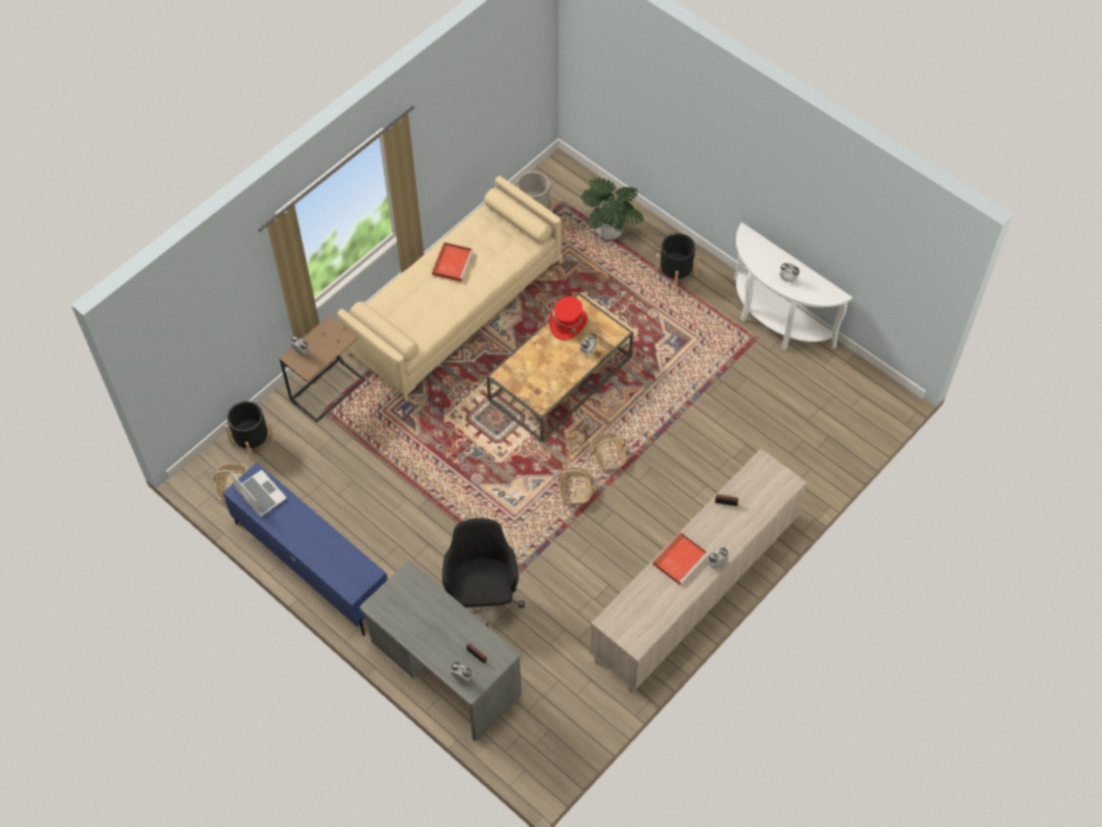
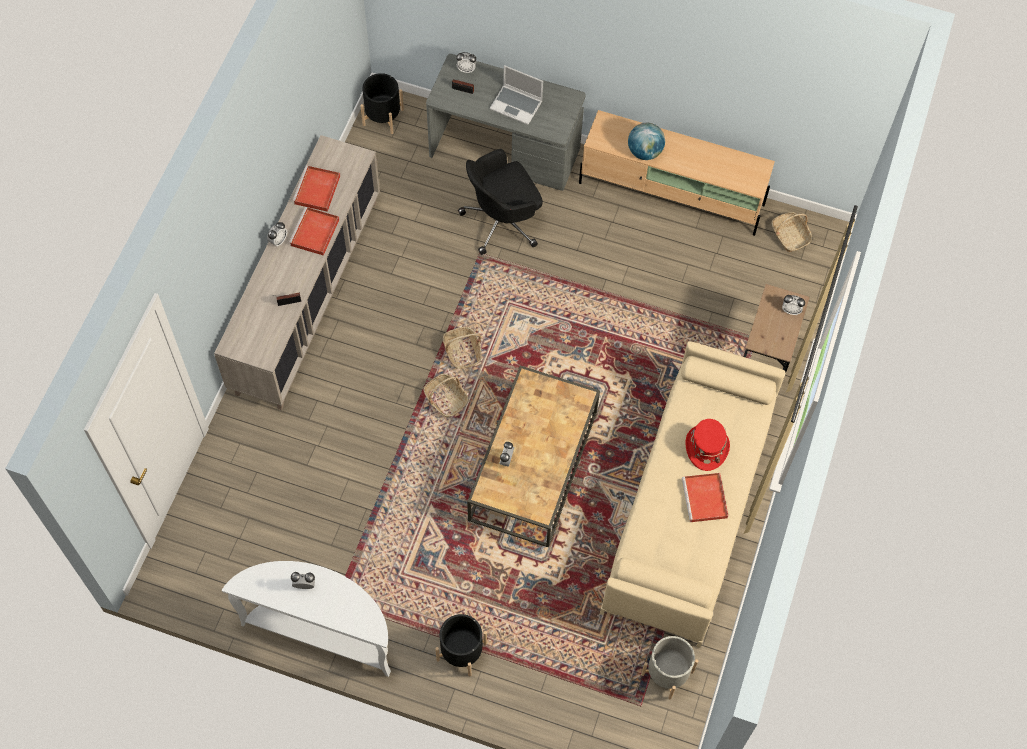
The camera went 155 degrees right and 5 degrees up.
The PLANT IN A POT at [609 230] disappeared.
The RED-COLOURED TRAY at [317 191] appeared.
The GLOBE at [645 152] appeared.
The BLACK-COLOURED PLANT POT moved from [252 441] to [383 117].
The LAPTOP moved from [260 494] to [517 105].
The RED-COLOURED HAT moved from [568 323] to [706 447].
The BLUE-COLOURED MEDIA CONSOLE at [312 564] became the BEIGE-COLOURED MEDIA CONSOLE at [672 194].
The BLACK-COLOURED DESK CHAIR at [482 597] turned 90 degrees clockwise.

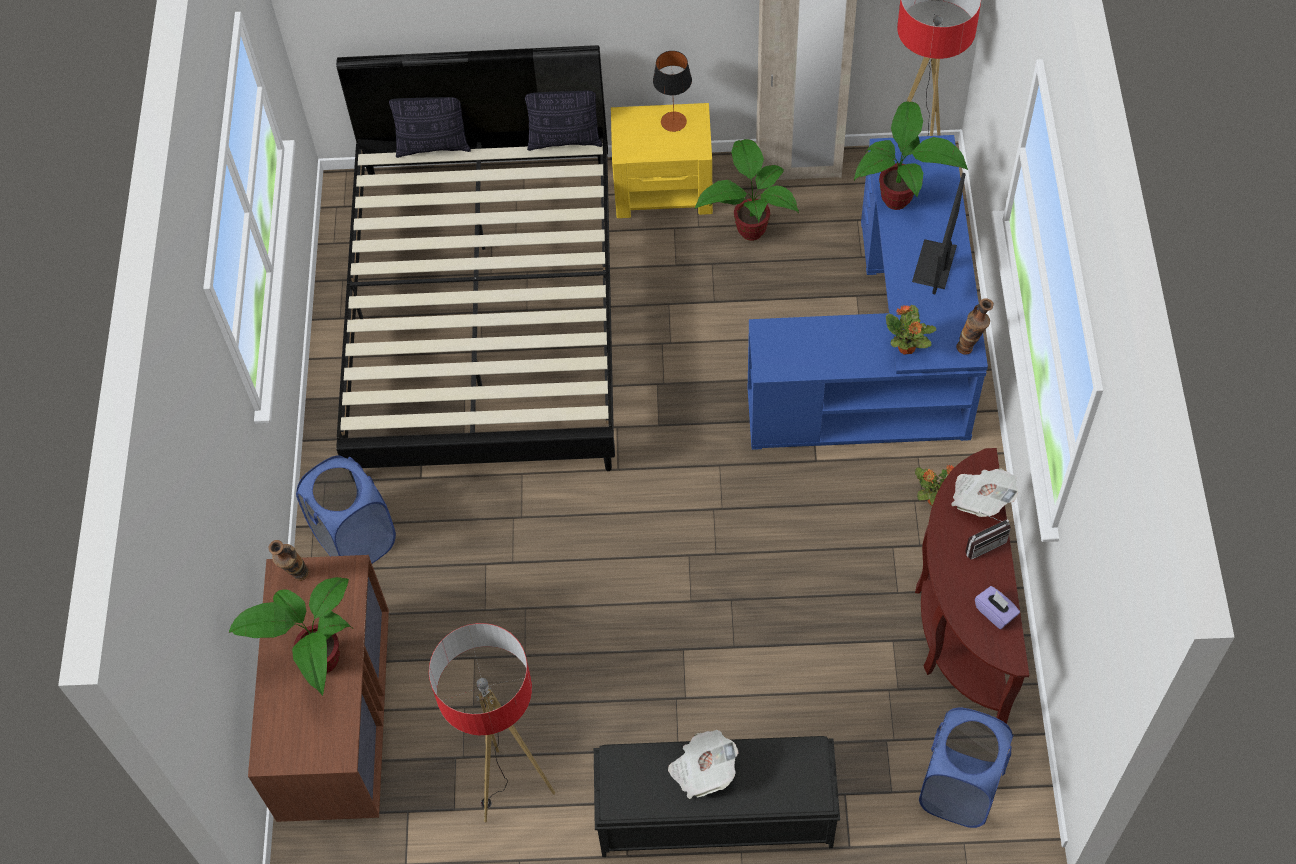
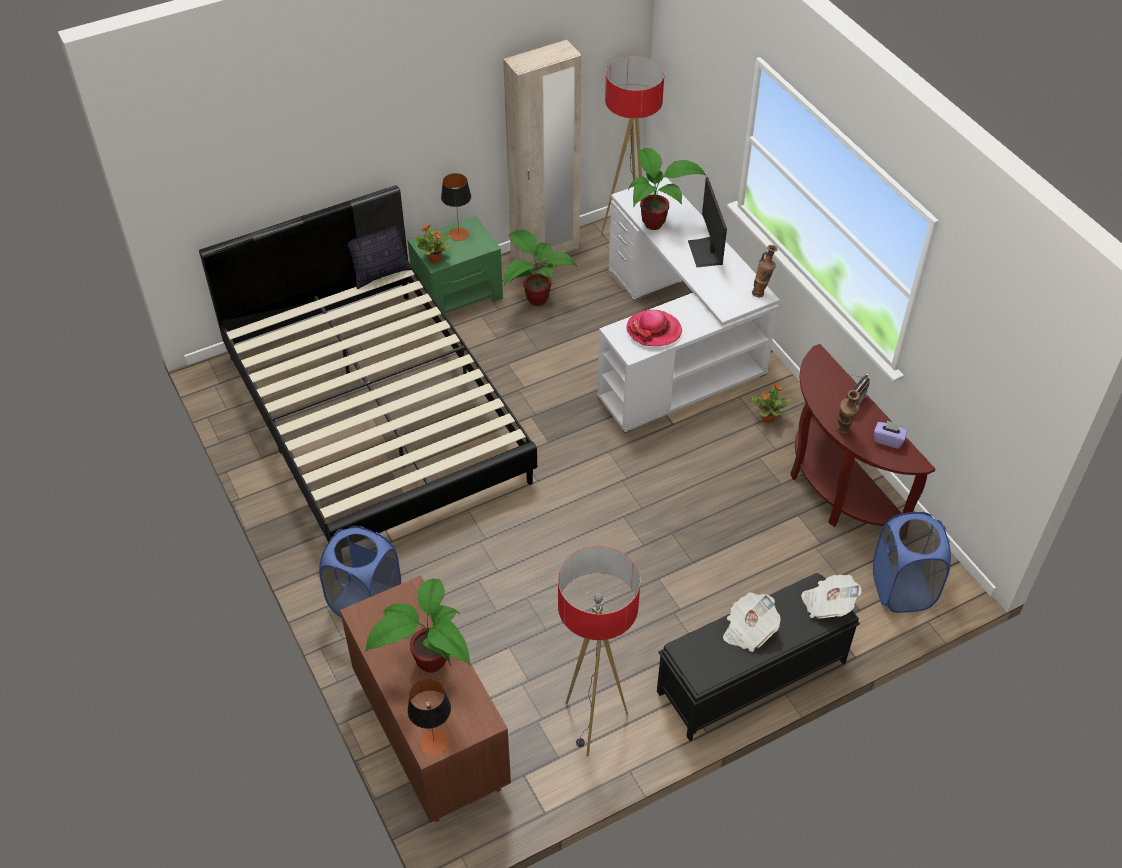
The camera went 30 degrees left and 10 degrees down.
The CUSHION at [433 146] disappeared.
The TABLETOP LAMP at [434 742] appeared.
The HAT at [654 330] appeared.
The FLOWER VASE moved from [297 578] to [842 432].
The PLANT IN A POT moved from [906 348] to [435 259].
The NEWSPAPER moved from [981 499] to [827 604].
The YELLOWISH BEDSIDE TABLE at [664 188] became the GREENISH BEDSIDE TABLE at [458 293].
The BLUE-COLOURED DESK UNIT at [885 353] became the WHITE DESK UNIT at [676 342].

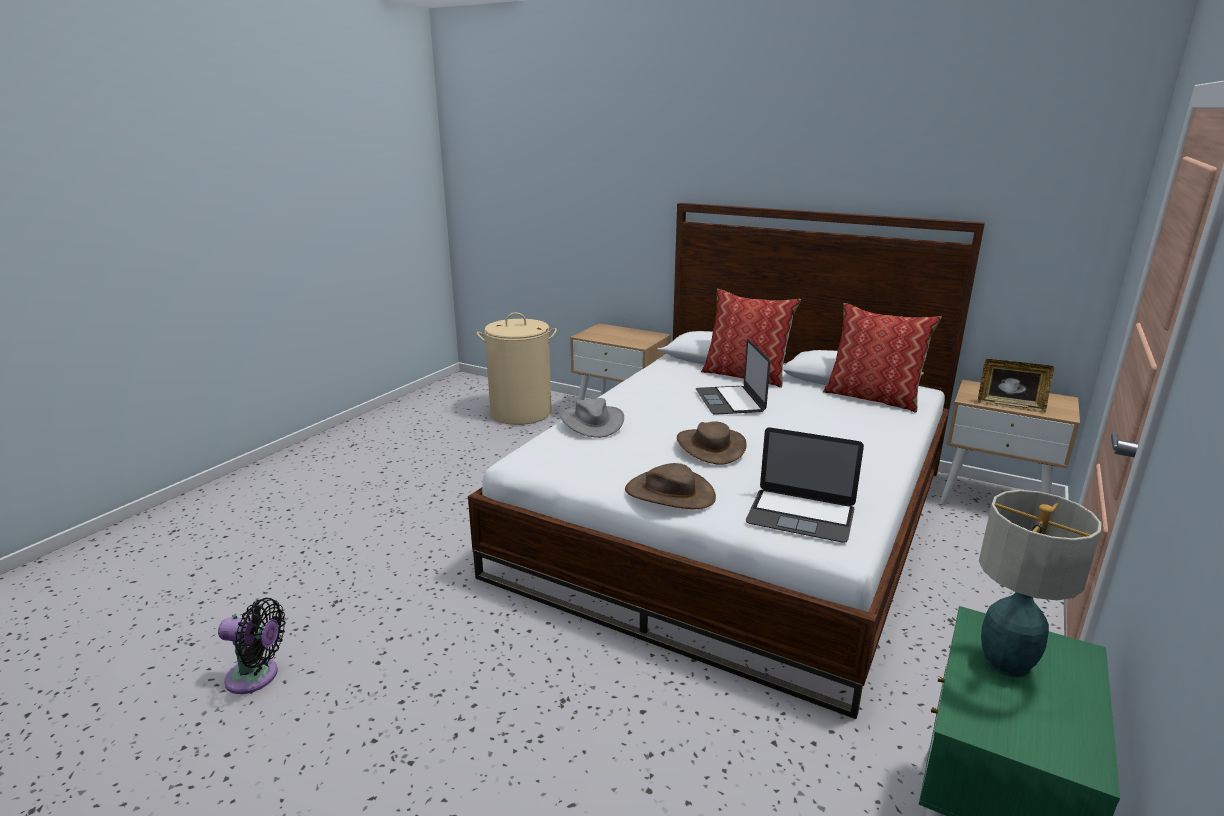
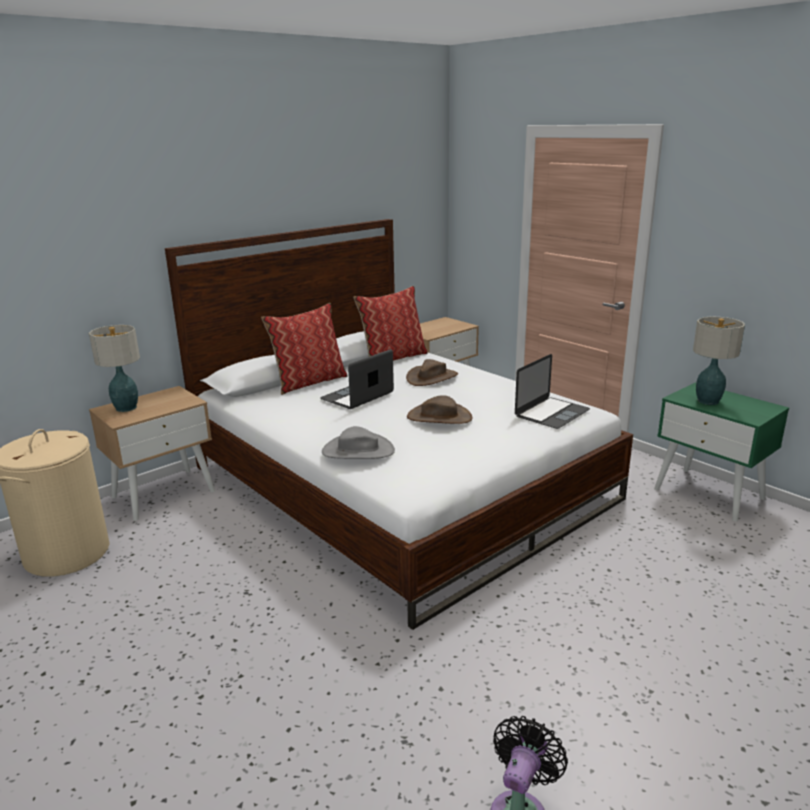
The camera went 70 degrees left and 0 degrees up.
The STANDING FRAME at [1010 406] disappeared.
The TABLETOP LAMP at [125 408] appeared.
The BROWNISH HAT moved from [670 493] to [432 377].
The LAPTOP at [730 400] turned 120 degrees clockwise.

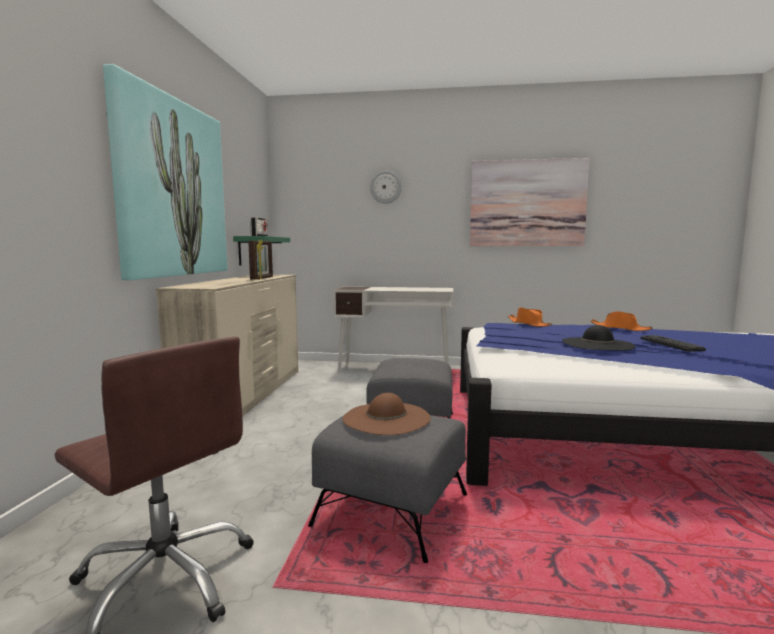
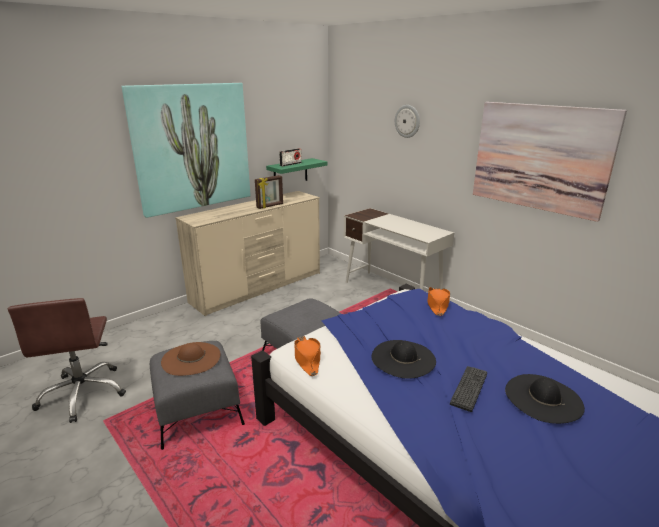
The camera went 40 degrees right and 15 degrees up.
The BLACK-COLOURED HAT at [543 398] appeared.
The ORANGE-COLOURED HAT moved from [620 328] to [307 359].

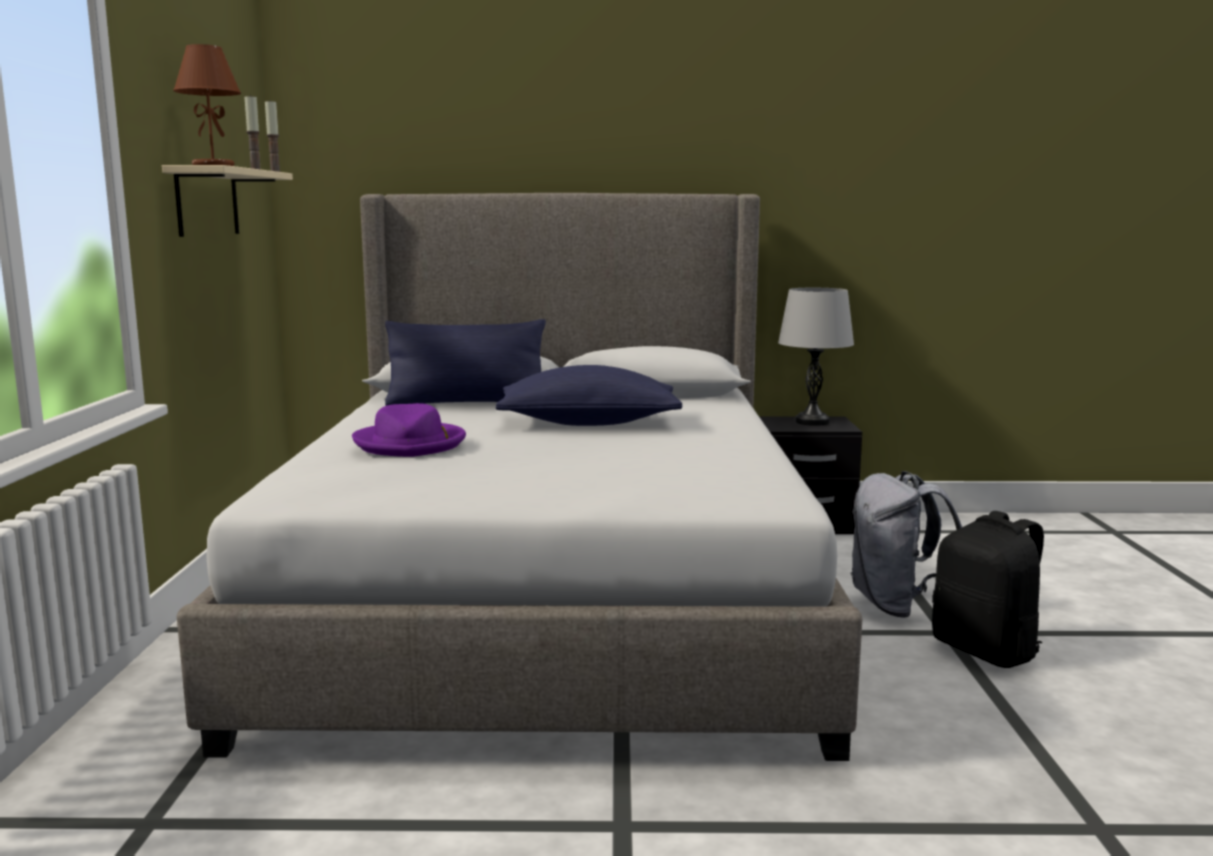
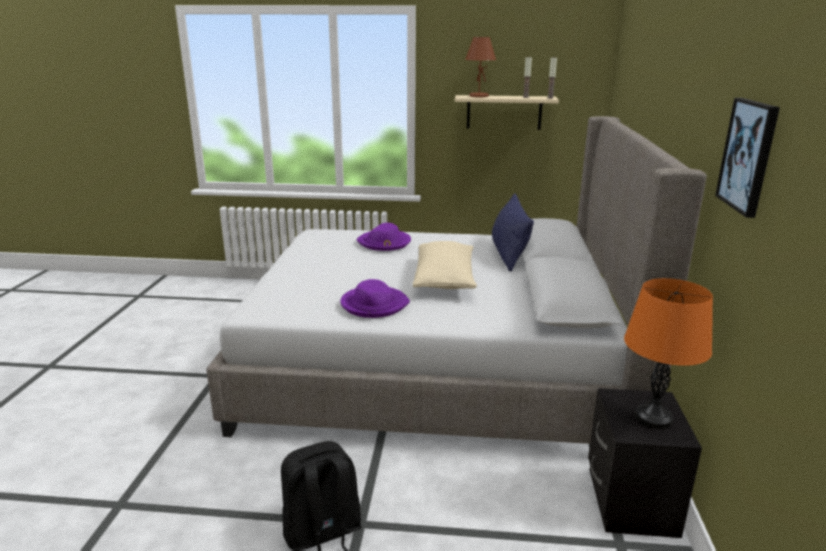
The camera went 95 degrees right and 10 degrees up.
The GREYISH KNAPSACK at [897 606] disappeared.
The PURPLE HAT at [374 304] appeared.
The PICTURE at [748 155] appeared.
The BLUE-COLOURED CUSHION at [588 423] became the BEIGE-COLOURED CUSHION at [444 280].
The GREYISH TABLETOP LAMP at [812 422] became the ORANGE-COLOURED TABLETOP LAMP at [653 418].

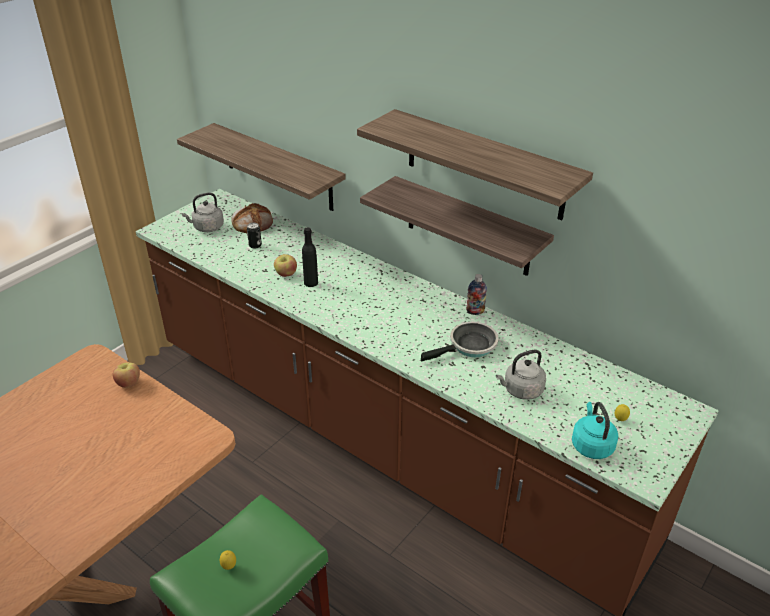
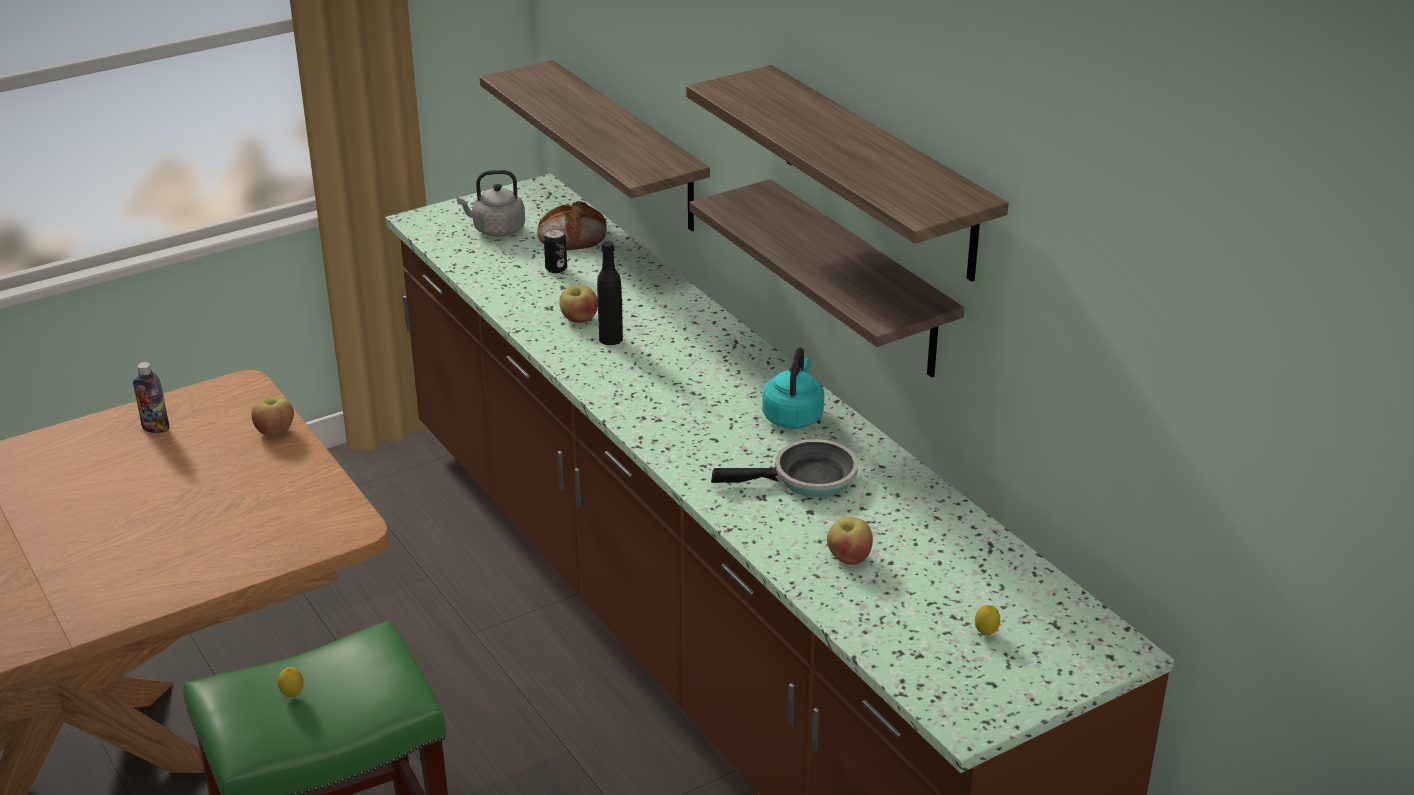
The camera went 20 degrees right and 5 degrees down.
The DRINK BOTTLE moved from [475 311] to [155 428].
The BLUE-GREEN TEA KETTLE moved from [591 445] to [793 416].
The GREYISH TEA KETTLE at [521 390] was replaced by the APPLE FRUIT at [848 558].

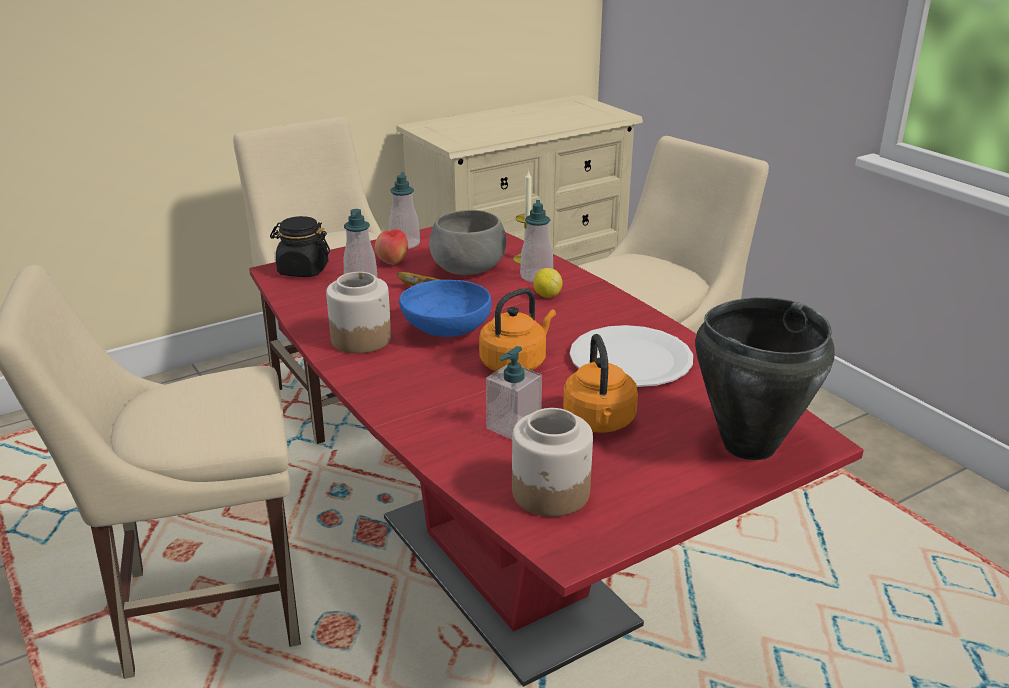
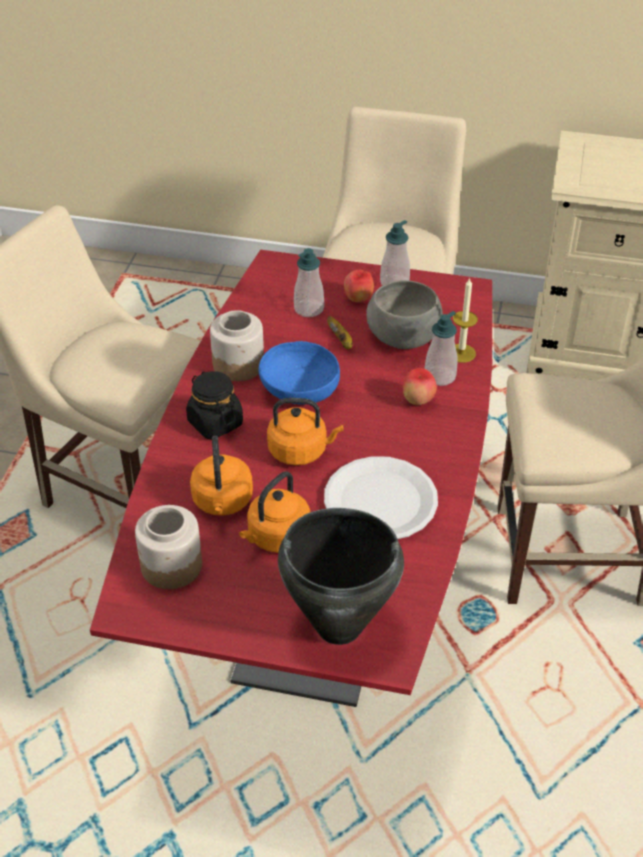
The camera went 45 degrees right and 15 degrees up.
The BLACK-COLOURED STORAGE JAR moved from [303 270] to [215 423].
The SOAP DISPENSER at [513 427] was replaced by the ORANGE-COLOURED TEA KETTLE at [222 502].
The CITRUS FRUIT at [547 295] was replaced by the APPLE FRUIT at [418 401].

